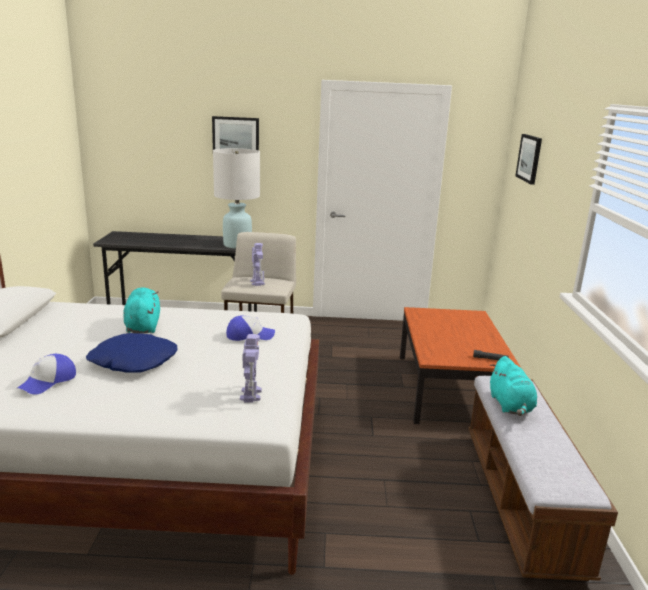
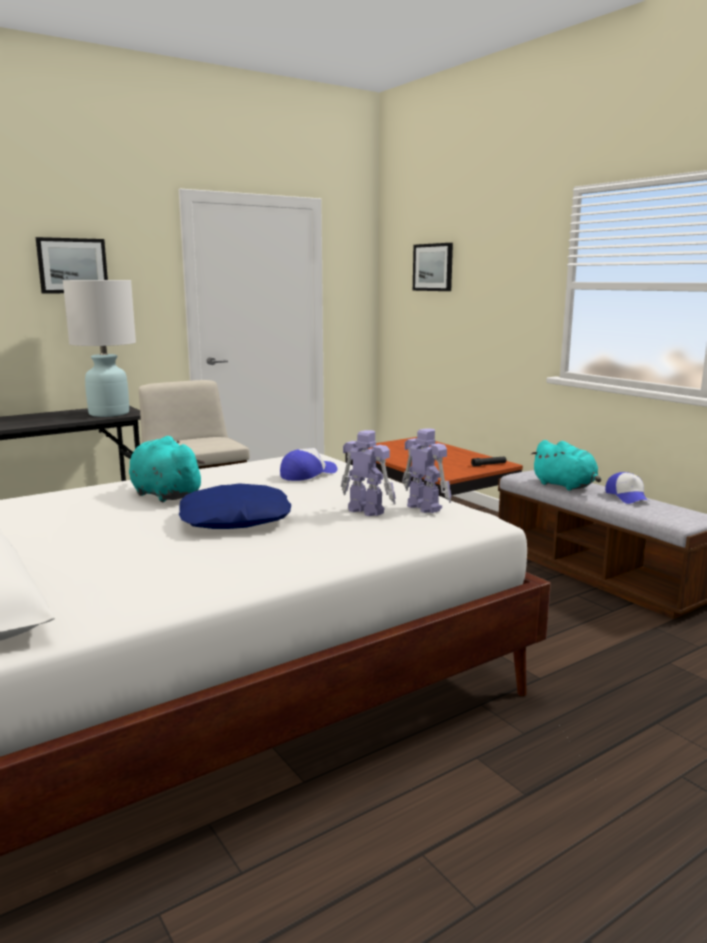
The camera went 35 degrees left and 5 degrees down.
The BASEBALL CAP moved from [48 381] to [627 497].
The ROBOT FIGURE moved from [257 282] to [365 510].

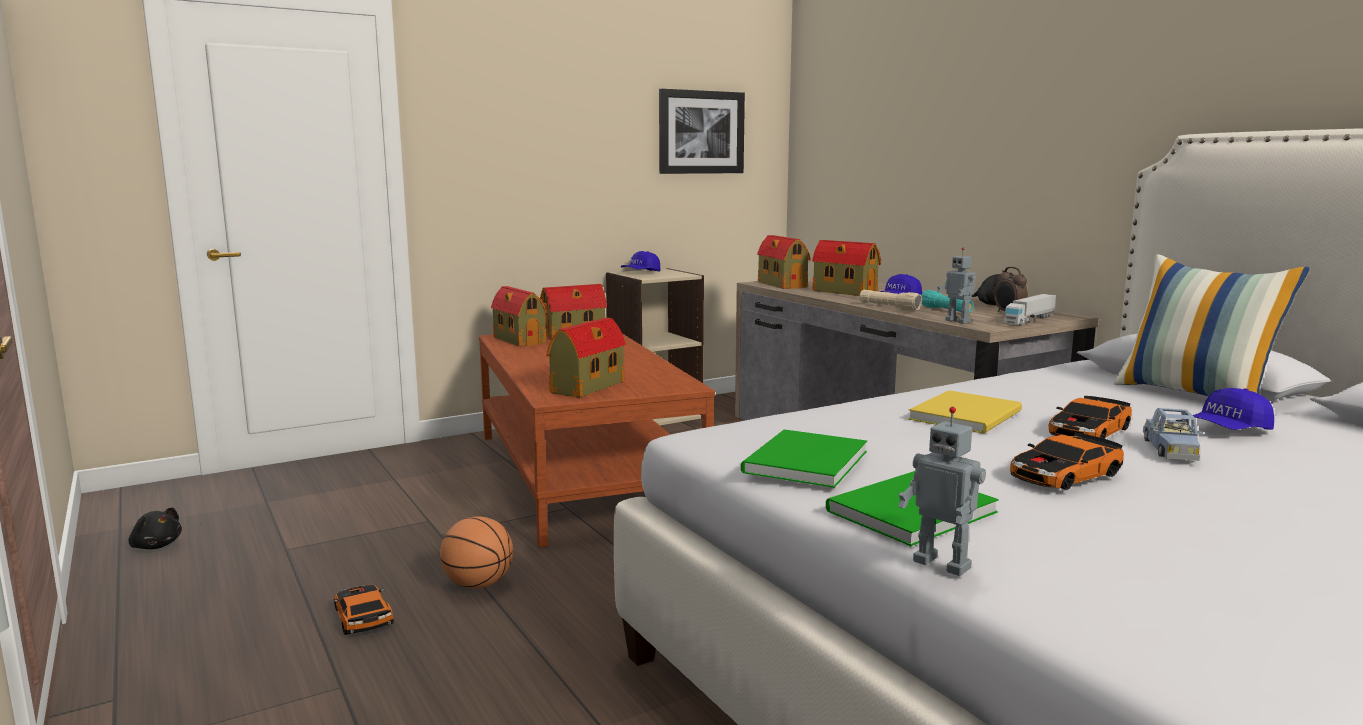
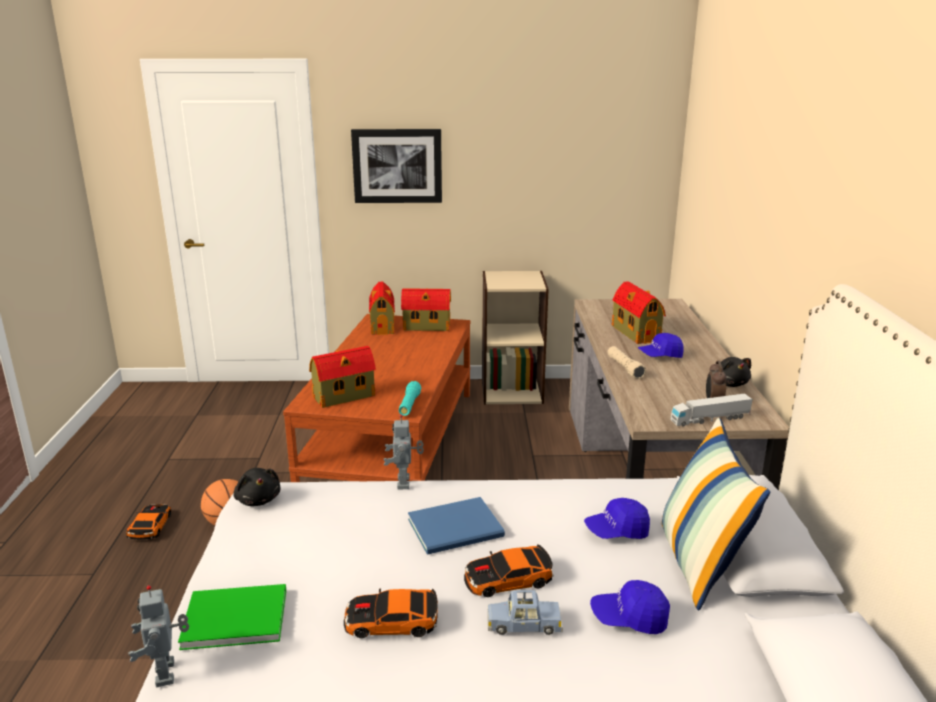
The camera went 30 degrees right and 10 degrees up.
The GREENISH VOLUME at [801 462] disappeared.
The TOY HOUSE at [781 284] disappeared.
The BLACK-COLOURED SOFT TOY moved from [156 546] to [258 499].
The BLUE-COLOURED BASEBALL CAP moved from [641 272] to [617 532].
The PICTURE moved from [701 132] to [397 166].
The BLUE-GREEN FLASHLIGHT moved from [946 310] to [409 405].
The ROBOT FIGURE moved from [958 321] to [405 483].
The YELLOWISH VOLUME at [969 415] became the BLUE-COLOURED VOLUME at [458 528].
The BLUE-COLOURED MODEL CAR at [1170 449] turned 45 degrees clockwise.

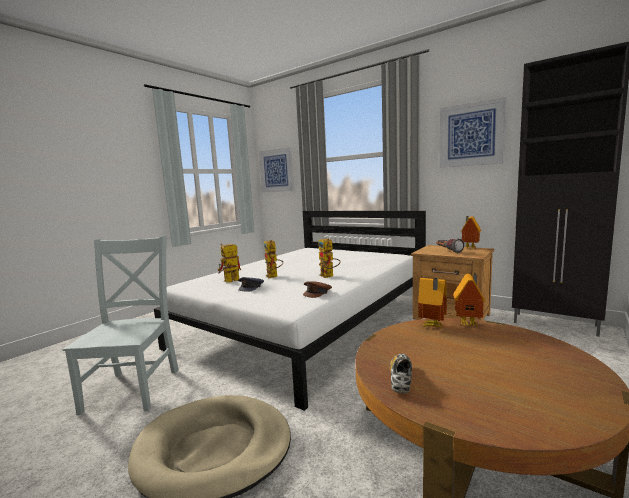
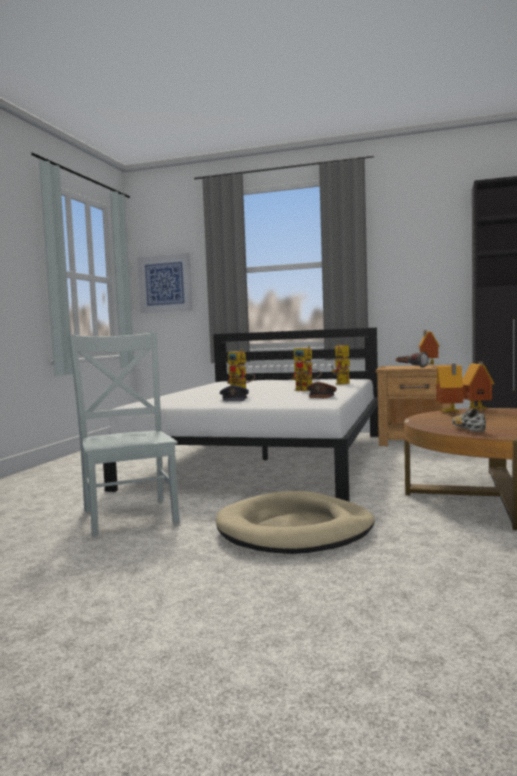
The camera went 20 degrees left and 5 degrees down.
The PICTURE at [471 135] disappeared.
The ROBOT FIGURE moved from [229 281] to [342 384].

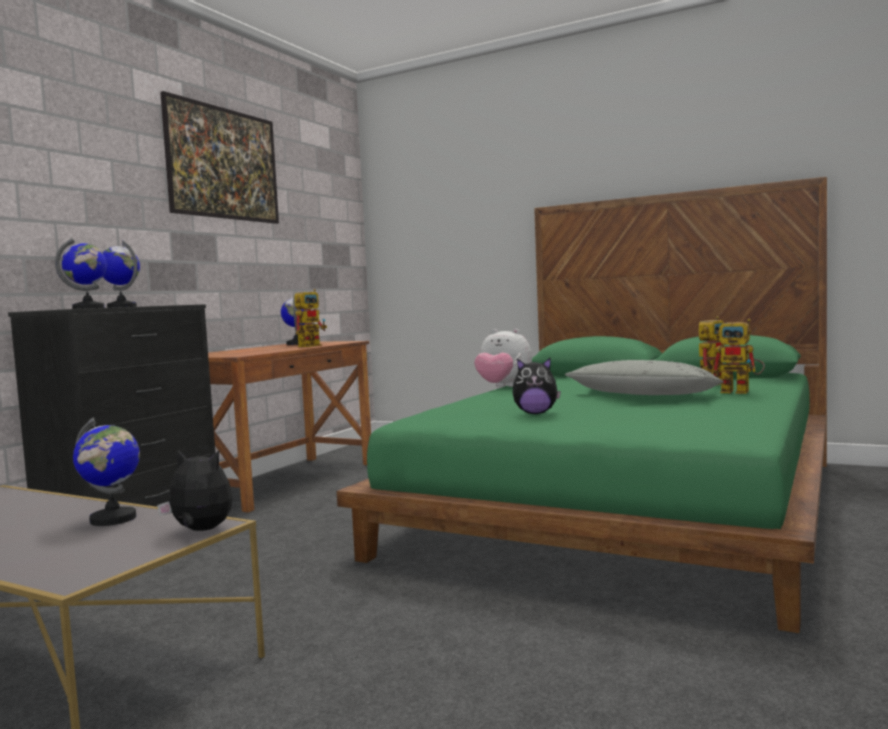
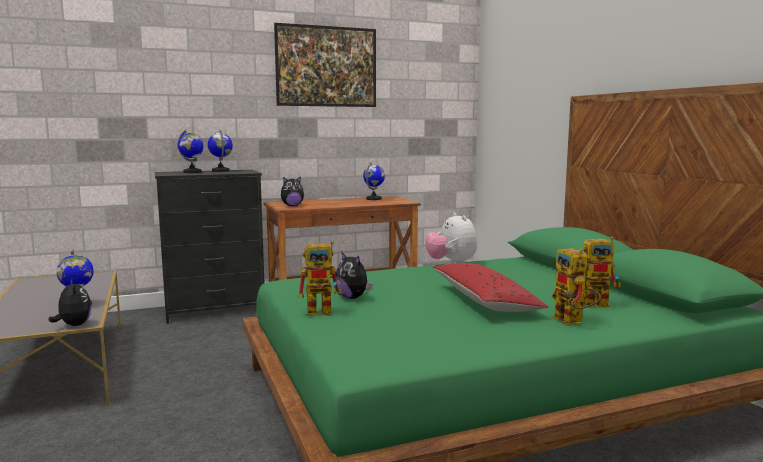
The camera went 40 degrees right and 5 degrees up.
The SOFT TOY at [292 206] appeared.
The ROBOT FIGURE moved from [312 345] to [325 311].
The GREYISH CUSHION at [643 395] became the RED-COLOURED CUSHION at [484 301].

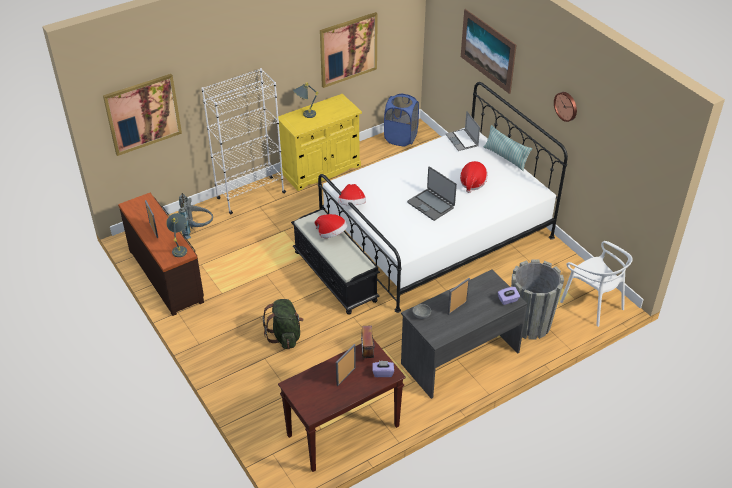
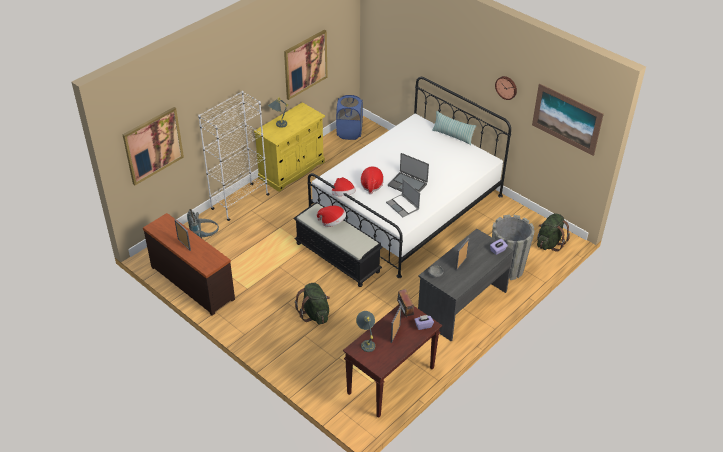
The camera went 15 degrees left and 0 degrees up.
The GREYISH TABLETOP LAMP moved from [180 248] to [366 342].
The LAPTOP moved from [462 141] to [403 206].
The HAT moved from [472 183] to [371 185].
The PICTURE moved from [488 50] to [566 119].
The WHITE PLAIN CHAIR at [592 304] was replaced by the GREENISH KNAPSACK at [549 243].

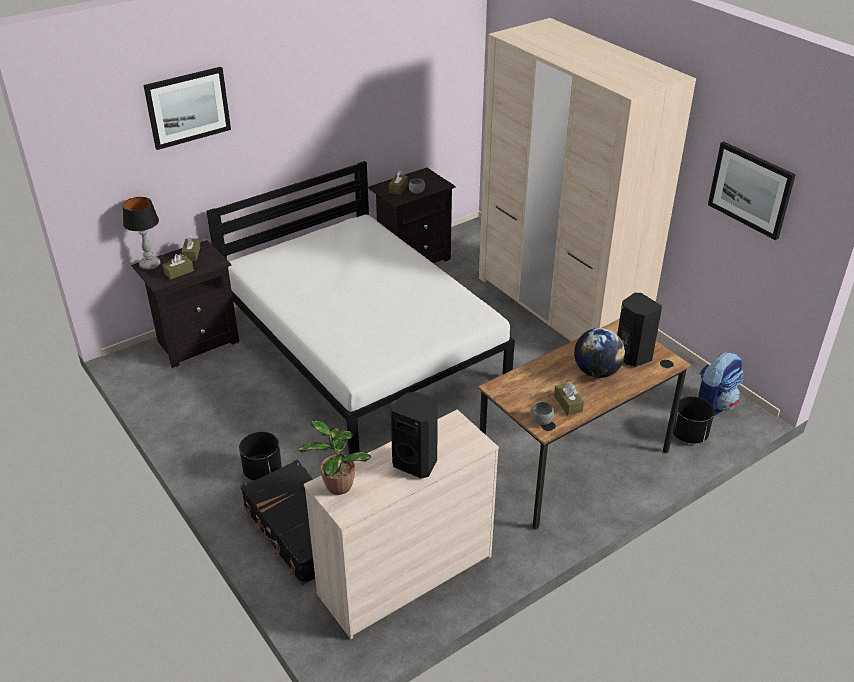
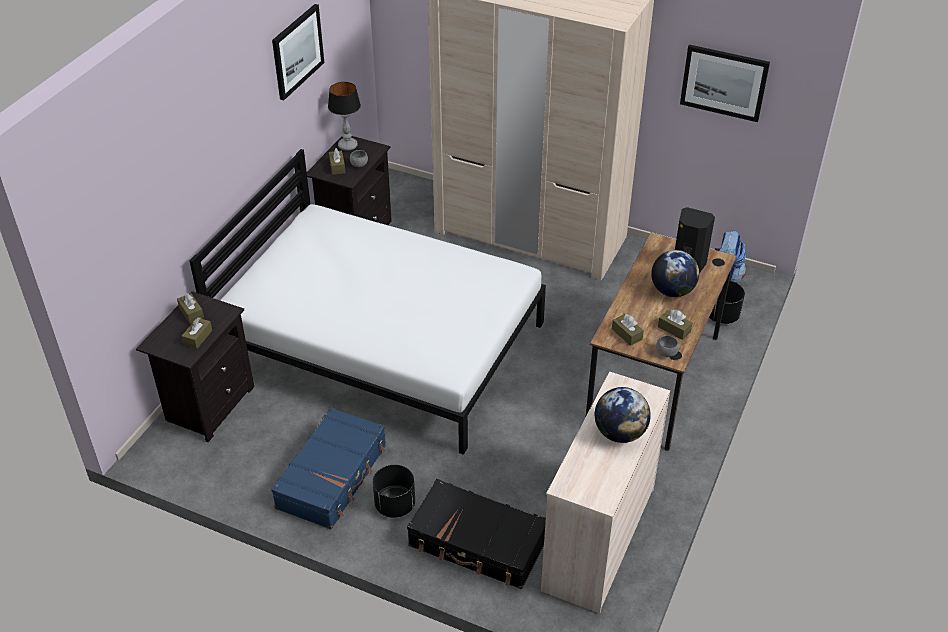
The camera went 30 degrees left and 5 degrees up.
The PLANT IN A POT at [337 485] disappeared.
The BLUE-COLOURED PIECE OF LUGGAGE at [333 476] appeared.
The BROWNISH BOX OF TISSUES at [626 334] appeared.
The TABLETOP LAMP moved from [150 265] to [347 146].
The PICTURE moved from [188 107] to [297 51].
The BLACK-COLOURED SPEAKER at [416 463] was replaced by the GLOBE at [620 433].

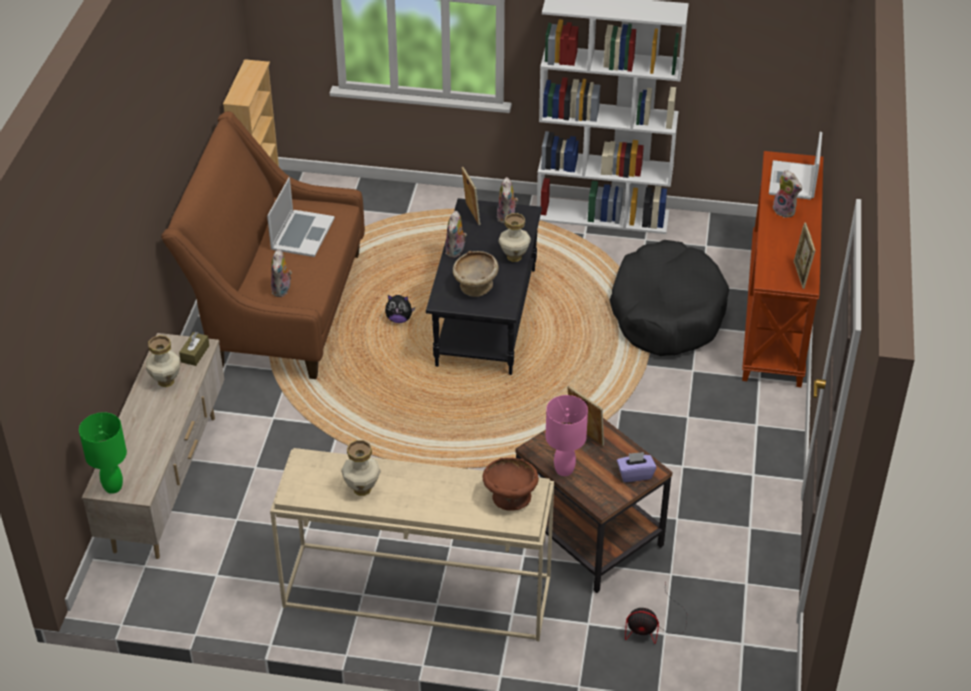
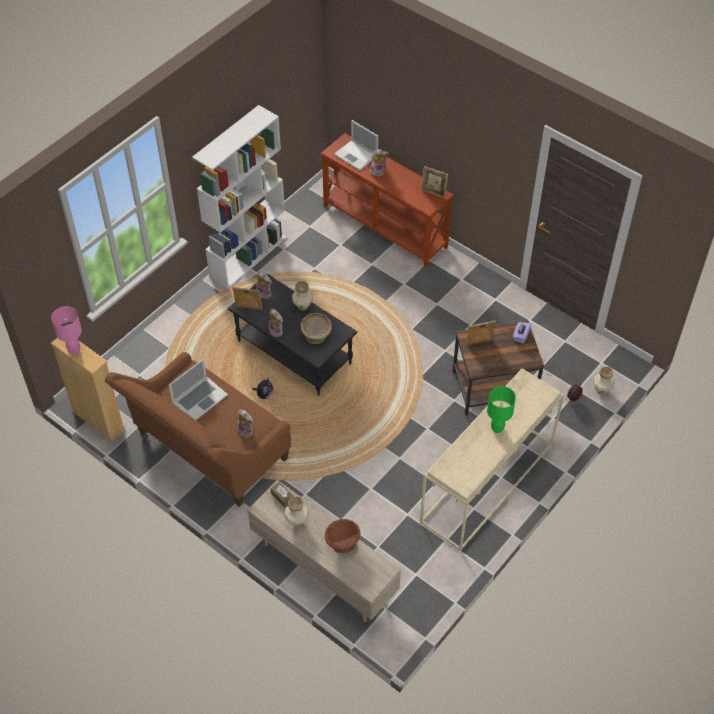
The camera went 60 degrees left and 10 degrees up.
The BLACK-COLOURED DOG BED at [667 312] disappeared.
The GREENISH TABLETOP LAMP moved from [113 486] to [497 428].
The FLOWER VASE moved from [362 489] to [601 391].
The BROWNISH DEEP DISH moved from [509 497] to [342 543].
The PINKISH TABLETOP LAMP moved from [565 470] to [74 349].
The LAPTOP at [302 233] turned 90 degrees clockwise.

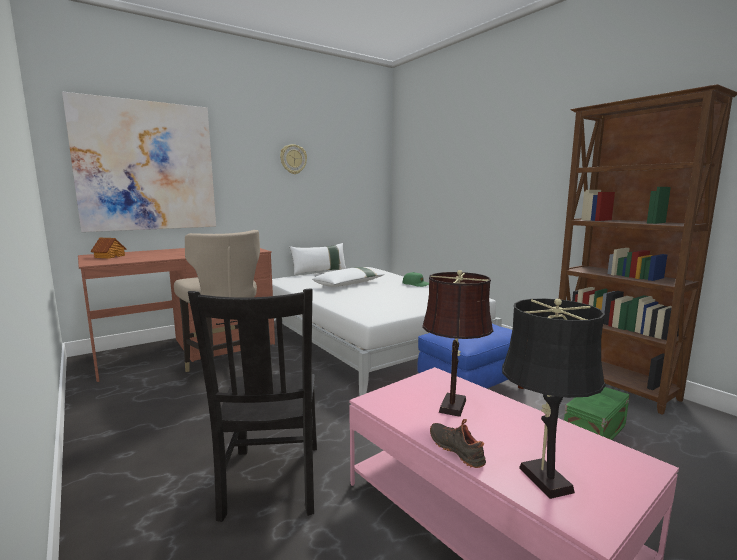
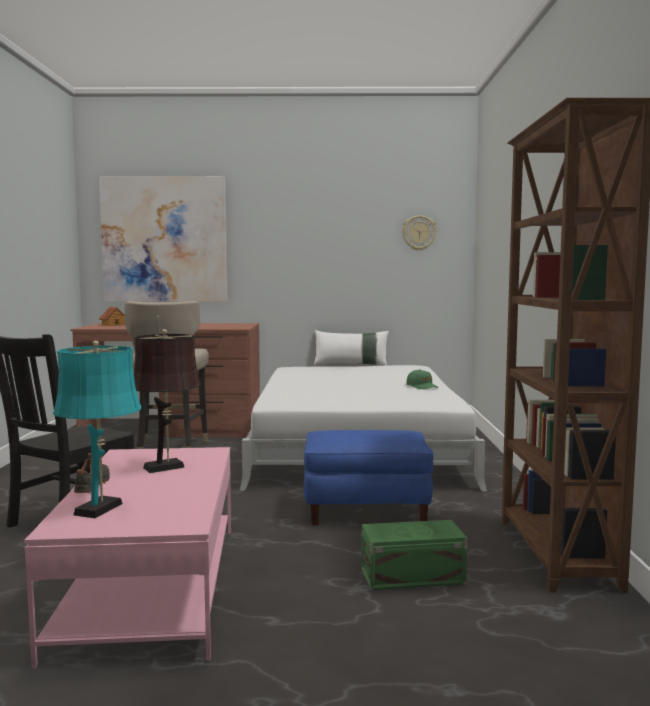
The camera went 35 degrees right and 5 degrees down.
The WHITE CUSHION at [349 284] disappeared.
The CLOCK ON THE WALL moved from [293 159] to [419 233].
The BLACK-COLOURED TABLETOP LAMP at [542 476] became the BLUE-GREEN TABLETOP LAMP at [102 507].

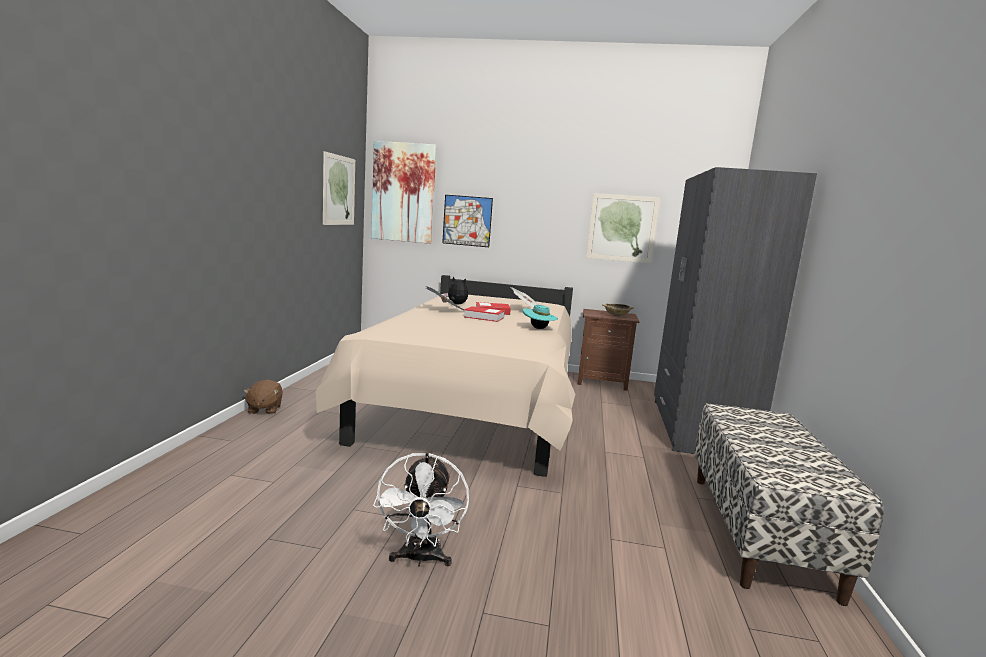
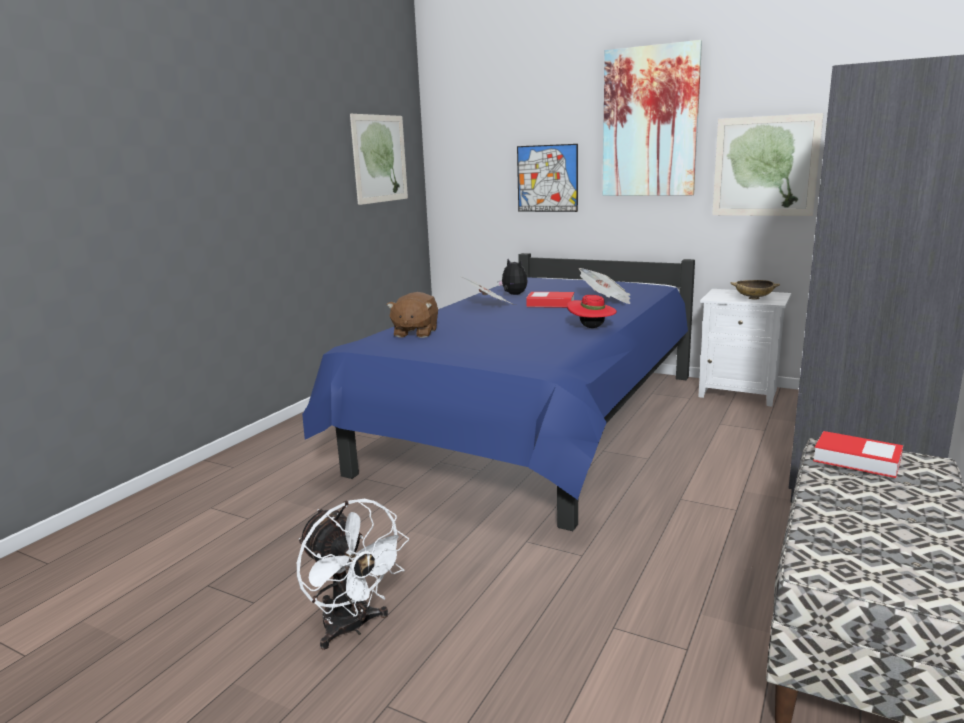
The camera went 20 degrees right and 5 degrees up.
The BROWNISH SOFT TOY moved from [264 409] to [415 333].
The PICTURE moved from [403 192] to [650 122].
The VOLUME moved from [484 317] to [856 460].
The BEIGE-COLOURED SLEEPING BED at [474 404] became the BLUE-COLOURED SLEEPING BED at [534 425].
The BLUE-GREEN HAT at [538 328] became the RED-COLOURED HAT at [591 327].
The BROWNISH BEDSIDE TABLE at [601 381] became the WHITE BEDSIDE TABLE at [739 392].
The WHITE COOLING FAN at [420 559] turned 60 degrees counterclockwise.

